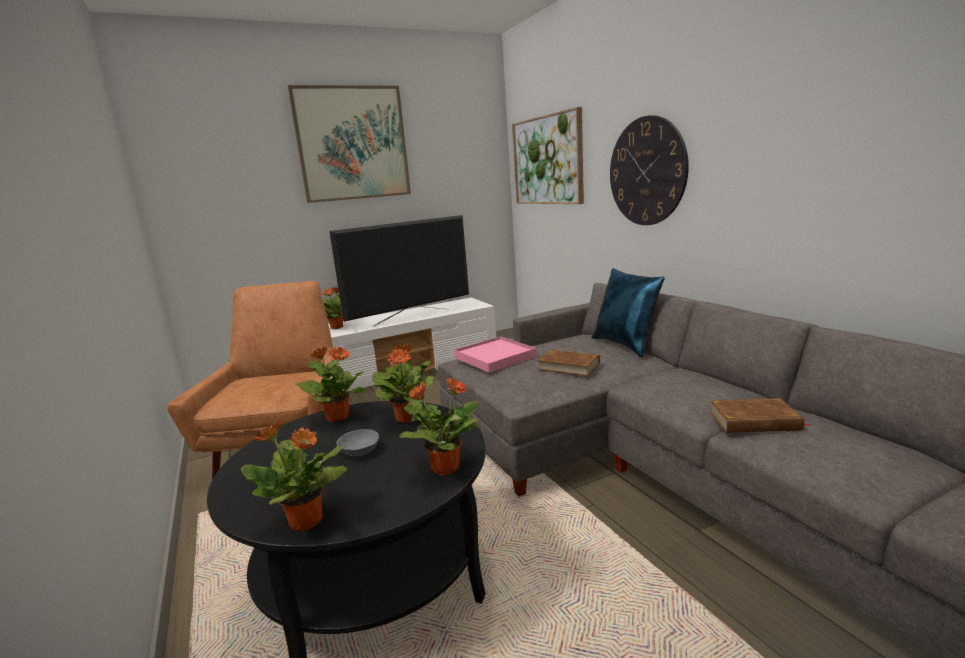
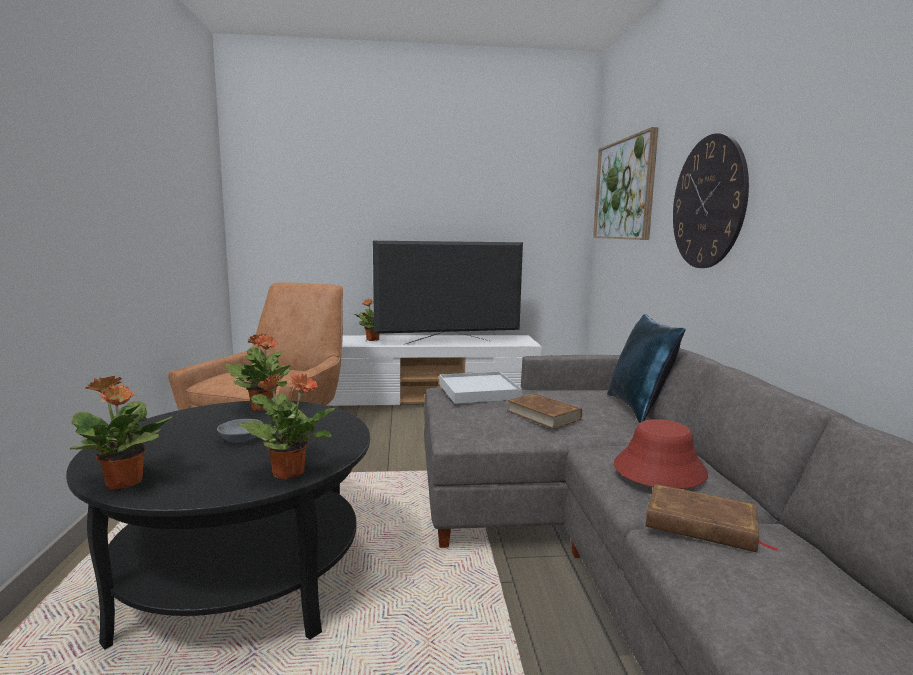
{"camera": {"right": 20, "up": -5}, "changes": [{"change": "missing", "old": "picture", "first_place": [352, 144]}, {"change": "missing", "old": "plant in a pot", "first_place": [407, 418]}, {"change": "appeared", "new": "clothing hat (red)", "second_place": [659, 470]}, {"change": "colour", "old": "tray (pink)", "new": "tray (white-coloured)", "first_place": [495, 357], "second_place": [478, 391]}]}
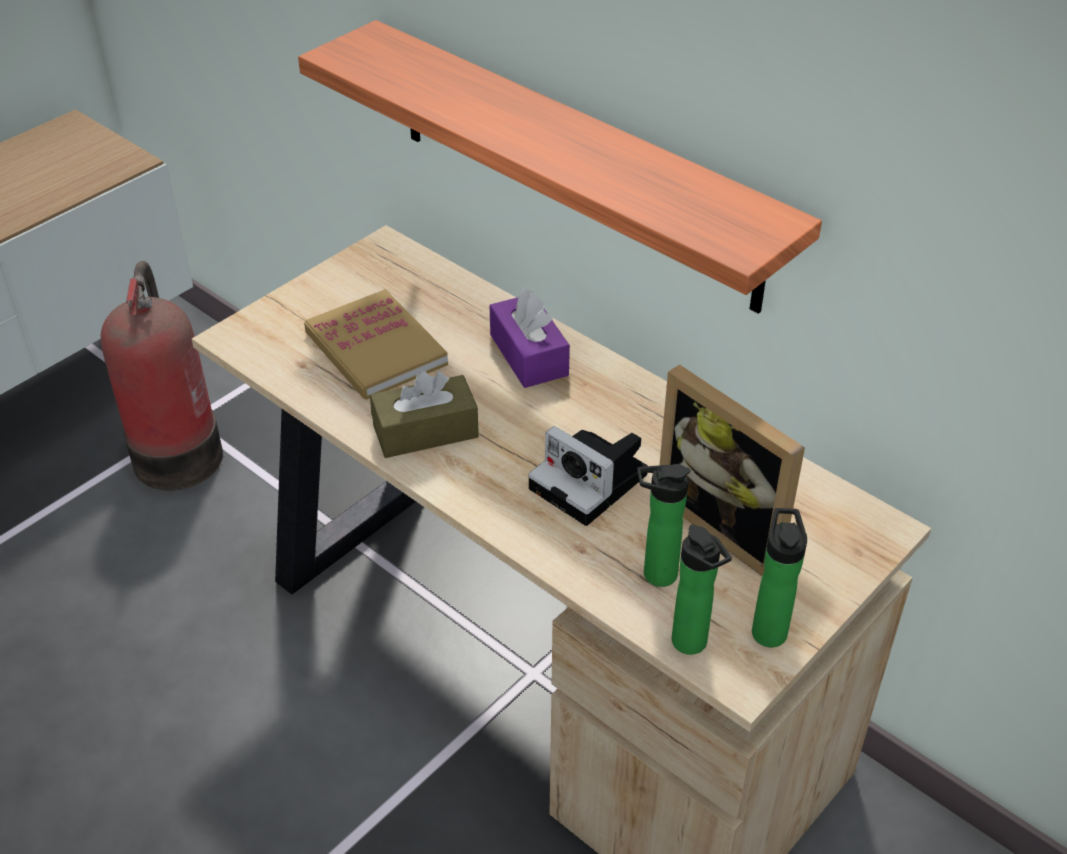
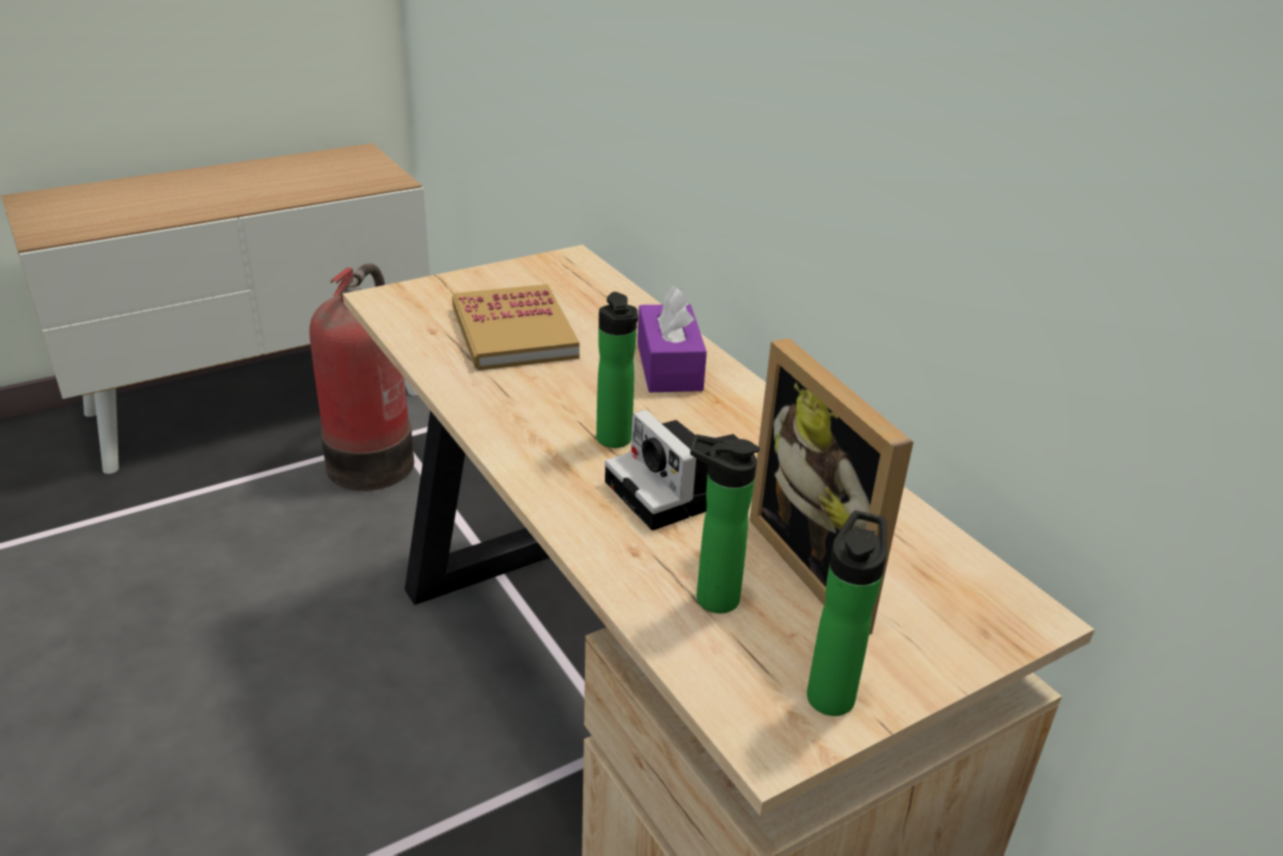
{"camera": {"right": 15, "up": -10}, "changes": [{"change": "missing", "old": "shelf", "first_place": [574, 164]}, {"change": "missing", "old": "tissue box (brownish)", "first_place": [425, 431]}, {"change": "relocated", "old": "beverage bottle", "first_place": [692, 645], "second_place": [615, 442]}]}
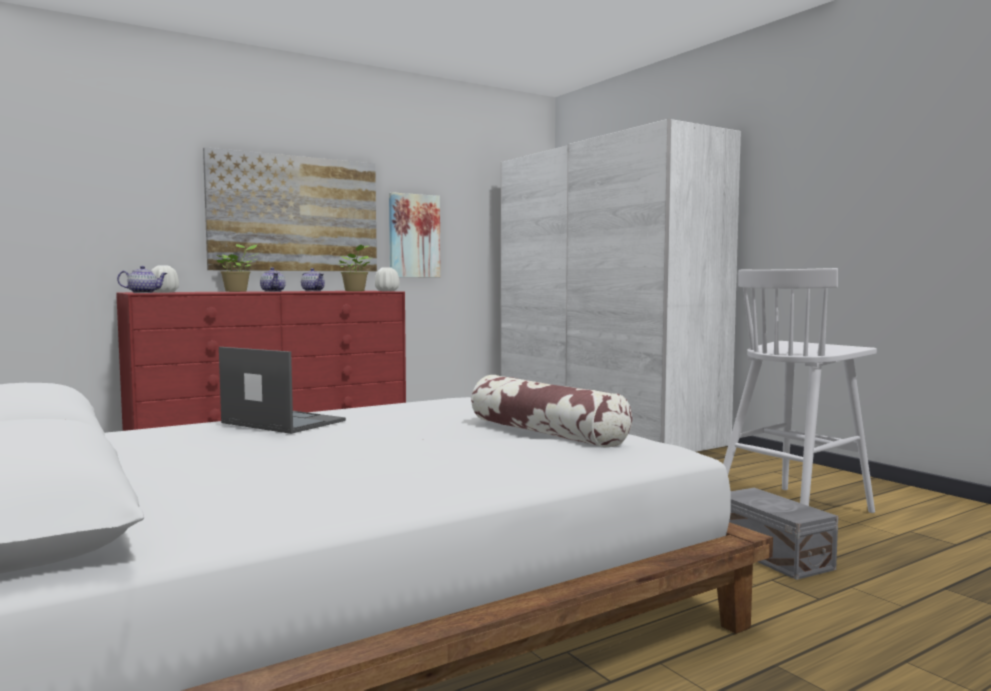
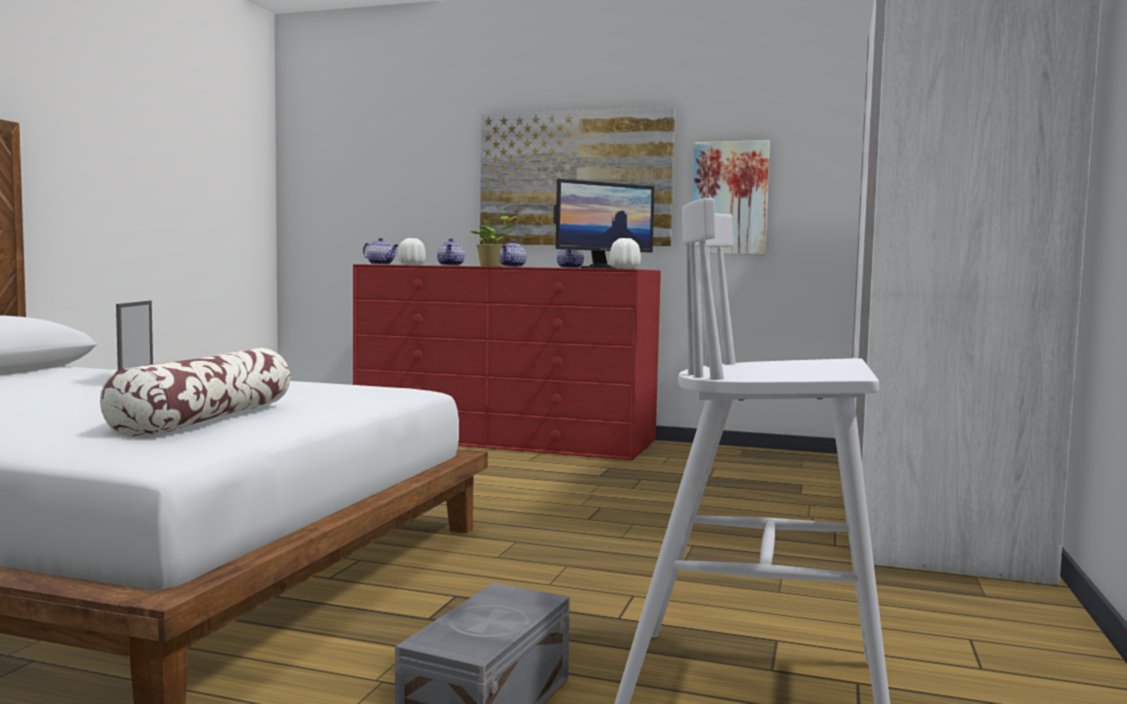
{"camera": {"right": 50, "up": 0}, "changes": [{"change": "appeared", "new": "tea pot", "second_place": [451, 265]}, {"change": "exchanged", "old": "plant in a pot", "new": "computer screen", "first_place": [355, 291], "second_place": [602, 268]}]}
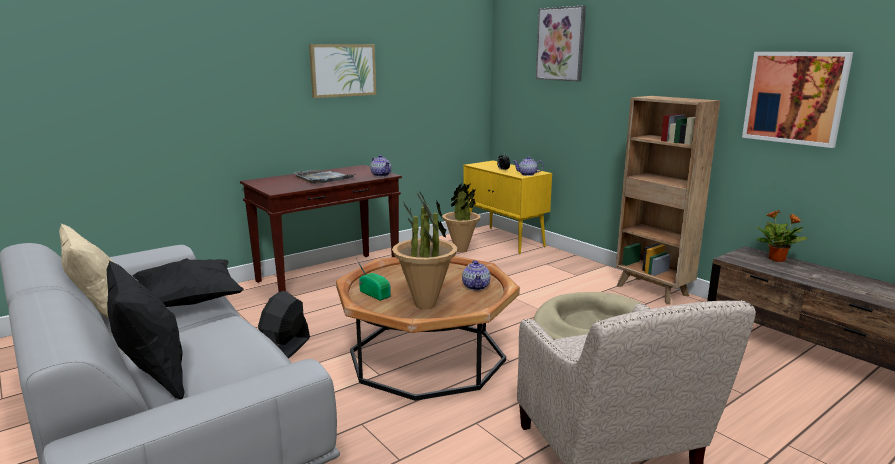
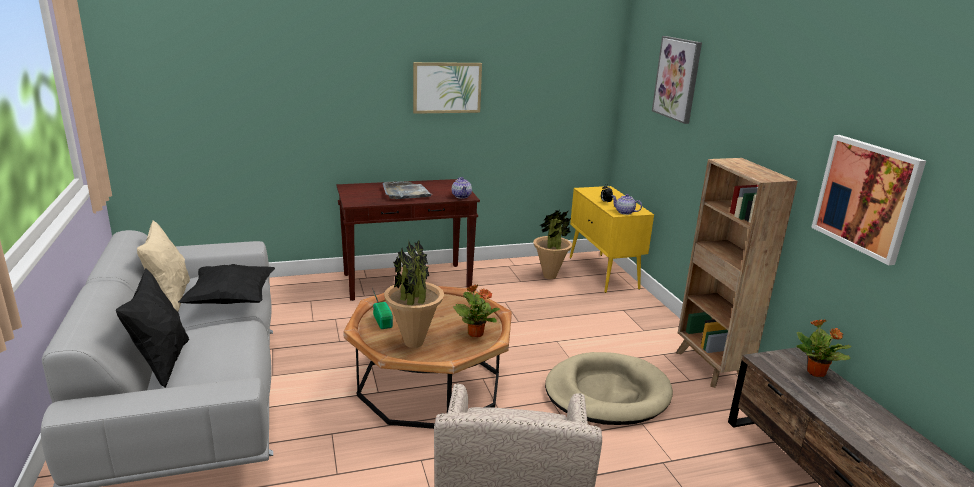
{"camera": {"right": 20, "up": 5}, "changes": [{"change": "missing", "old": "cooling fan (blackish)", "first_place": [285, 350]}, {"change": "exchanged", "old": "tea pot", "new": "plant in a pot", "first_place": [476, 286], "second_place": [475, 333]}]}
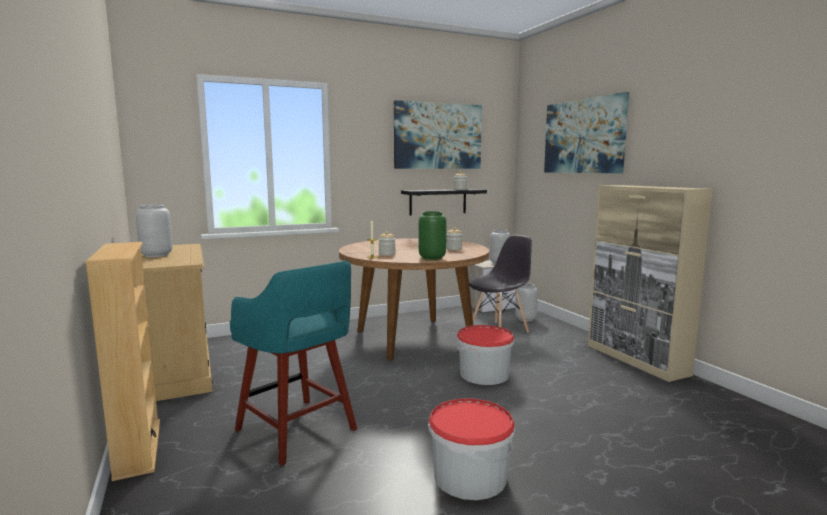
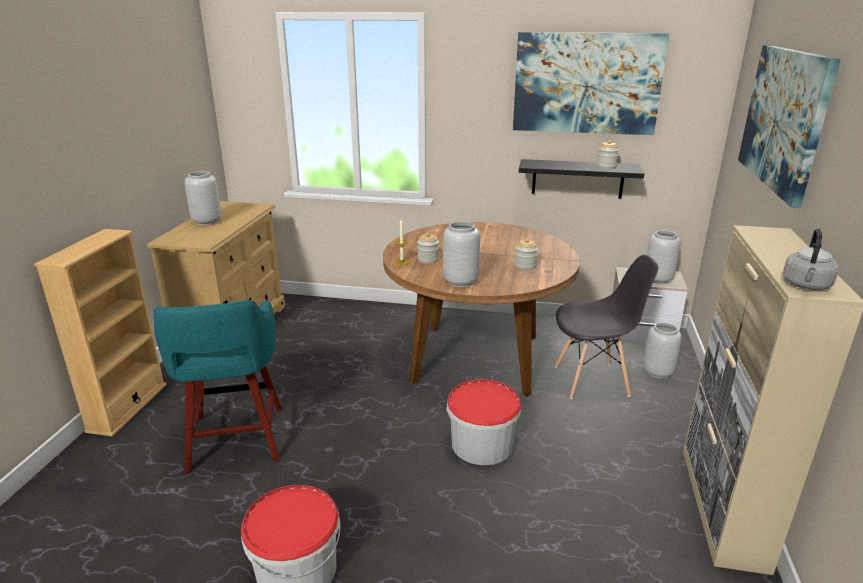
{"camera": {"right": 35, "up": 15}, "changes": [{"change": "appeared", "new": "tea kettle (gray)", "second_place": [806, 286]}, {"change": "colour", "old": "decorative vase (green-coloured)", "new": "decorative vase (gray)", "first_place": [432, 258], "second_place": [460, 282]}]}
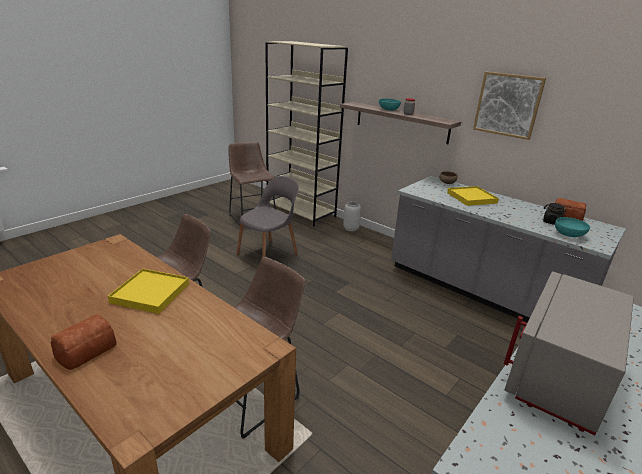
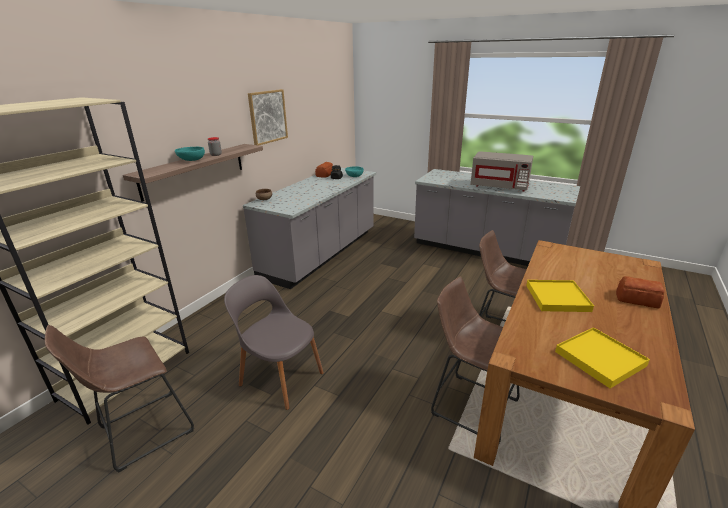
{"camera": {"right": -100, "up": 0}, "changes": [{"change": "missing", "old": "decorative vase (gray)", "first_place": [351, 228]}, {"change": "relocated", "old": "tray (yellowish)", "first_place": [471, 198], "second_place": [599, 359]}]}
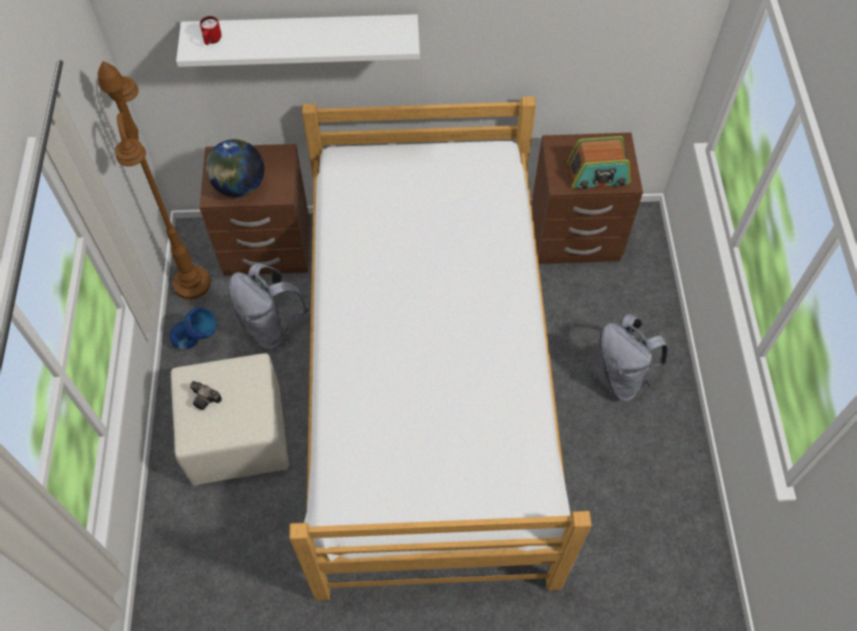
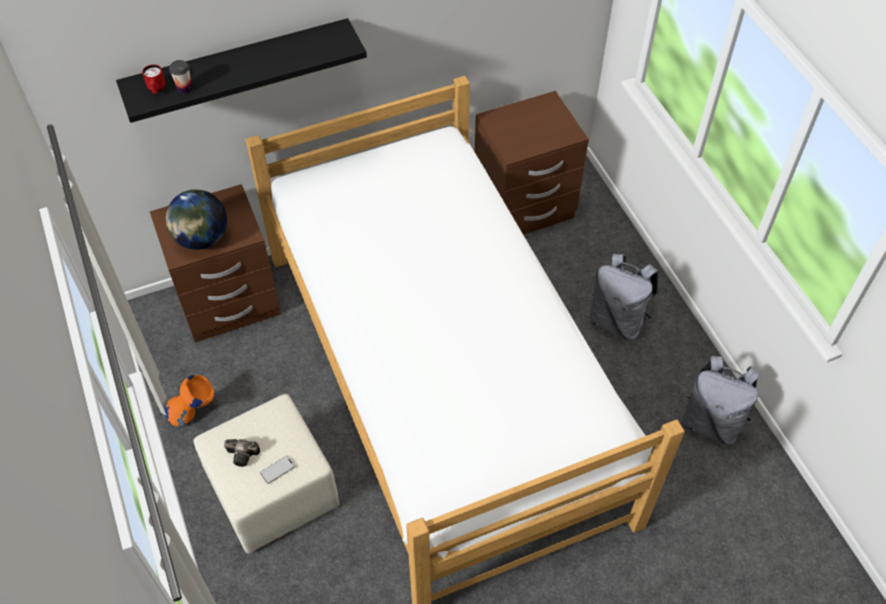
{"camera": {"right": -20, "up": -5}, "changes": [{"change": "missing", "old": "standard lamp (brownish)", "first_place": [192, 284]}, {"change": "missing", "old": "radio set", "first_place": [598, 174]}, {"change": "appeared", "new": "cup", "second_place": [185, 89]}, {"change": "appeared", "new": "phone", "second_place": [277, 470]}, {"change": "relocated", "old": "backpack (gray)", "first_place": [271, 327], "second_place": [711, 421]}, {"change": "colour", "old": "decorative vase (blue)", "new": "decorative vase (orange-coloured)", "first_place": [198, 341], "second_place": [194, 414]}, {"change": "colour", "old": "shelf (white-coloured)", "new": "shelf (blackish)", "first_place": [302, 36], "second_place": [239, 67]}]}
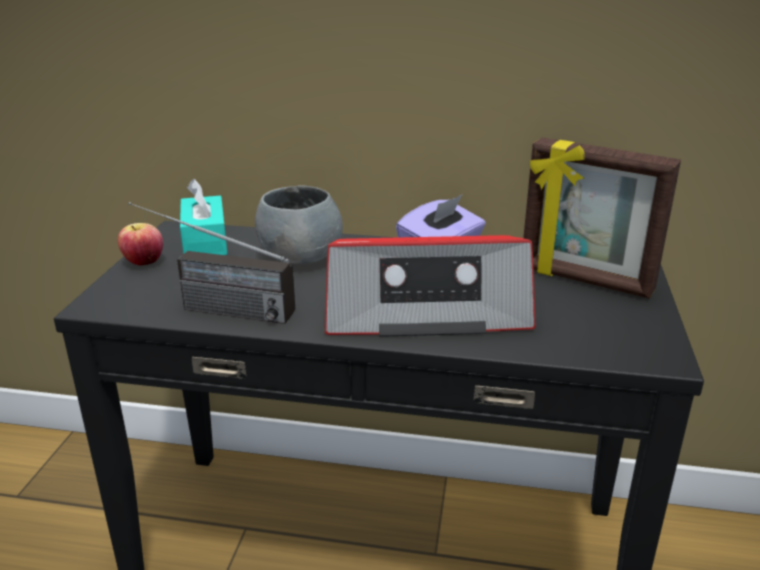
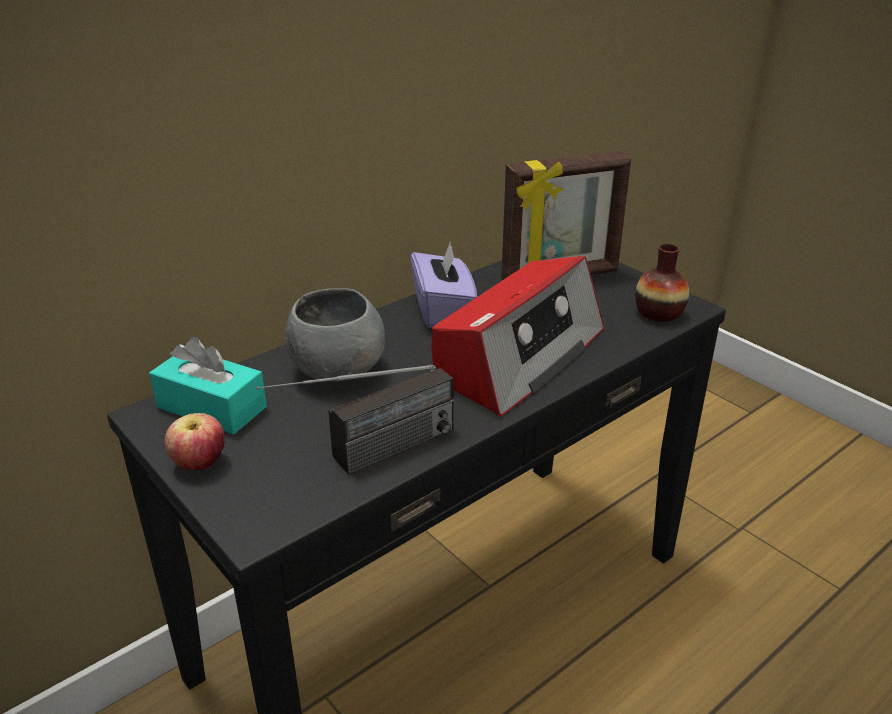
{"camera": {"right": -50, "up": 5}, "changes": [{"change": "appeared", "new": "decorative vase", "second_place": [658, 313]}]}
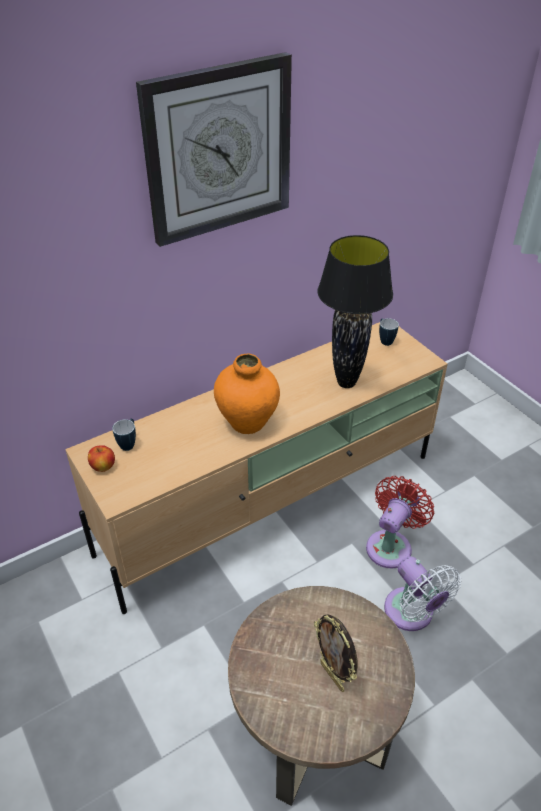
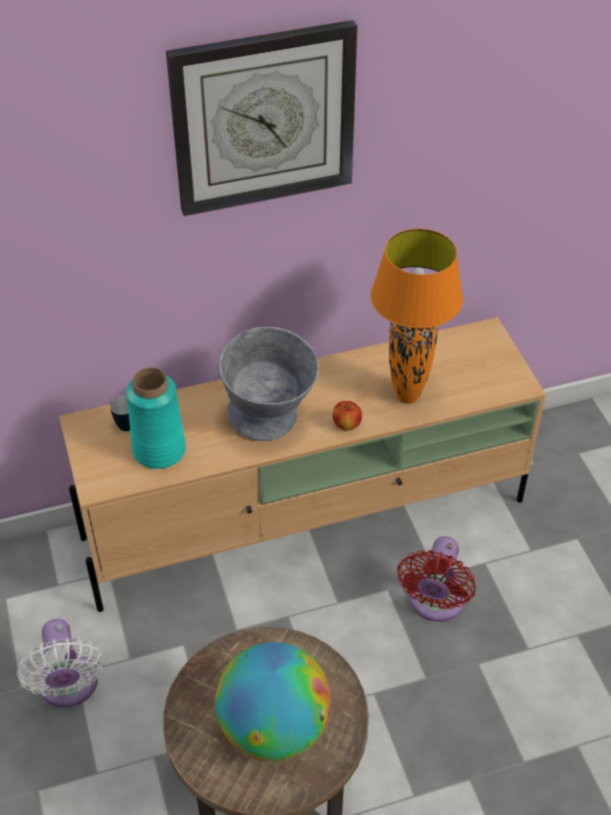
{"camera": {"right": 15, "up": 5}, "changes": [{"change": "missing", "old": "tea mug", "first_place": [384, 340]}, {"change": "appeared", "new": "decorative vase (blue-green)", "second_place": [159, 450]}, {"change": "relocated", "old": "whole apple", "first_place": [103, 467], "second_place": [347, 425]}, {"change": "relocated", "old": "cooling fan (white-coloured)", "first_place": [412, 614], "second_place": [69, 687]}, {"change": "exchanged", "old": "decorative vase (orange-coloured)", "new": "bowl (gray)", "first_place": [247, 422], "second_place": [270, 424]}, {"change": "exchanged", "old": "photo frame", "new": "desk globe", "first_place": [333, 676], "second_place": [274, 728]}, {"change": "colour", "old": "tabletop lamp (blackish)", "new": "tabletop lamp (orange-coloured)", "first_place": [346, 383], "second_place": [407, 396]}, {"change": "spun", "old": "cooling fan (red)", "first_place": [391, 545], "second_place": [434, 603], "degrees": 150}]}
